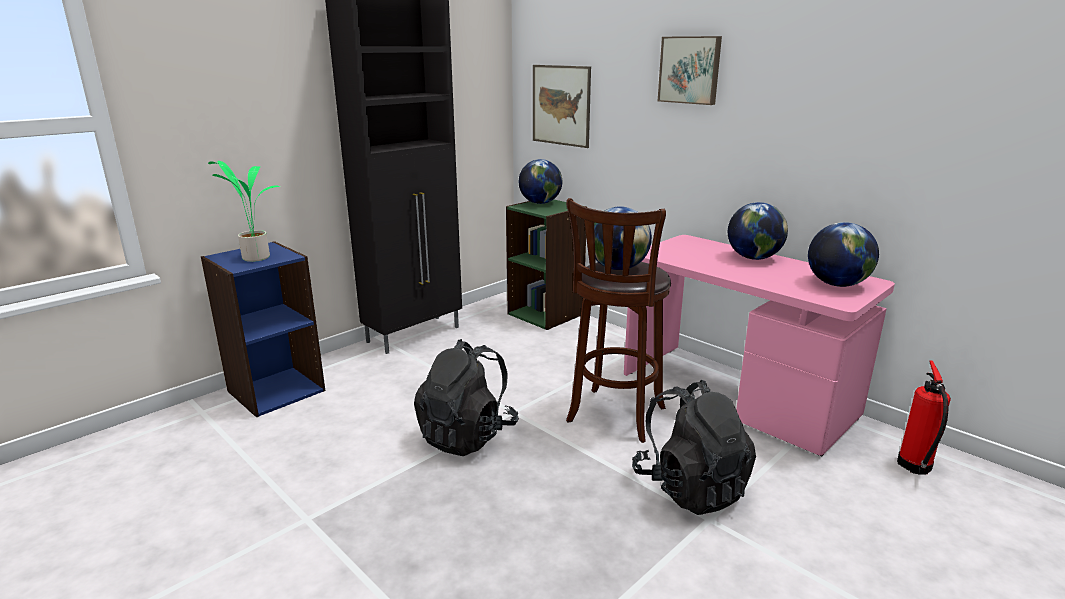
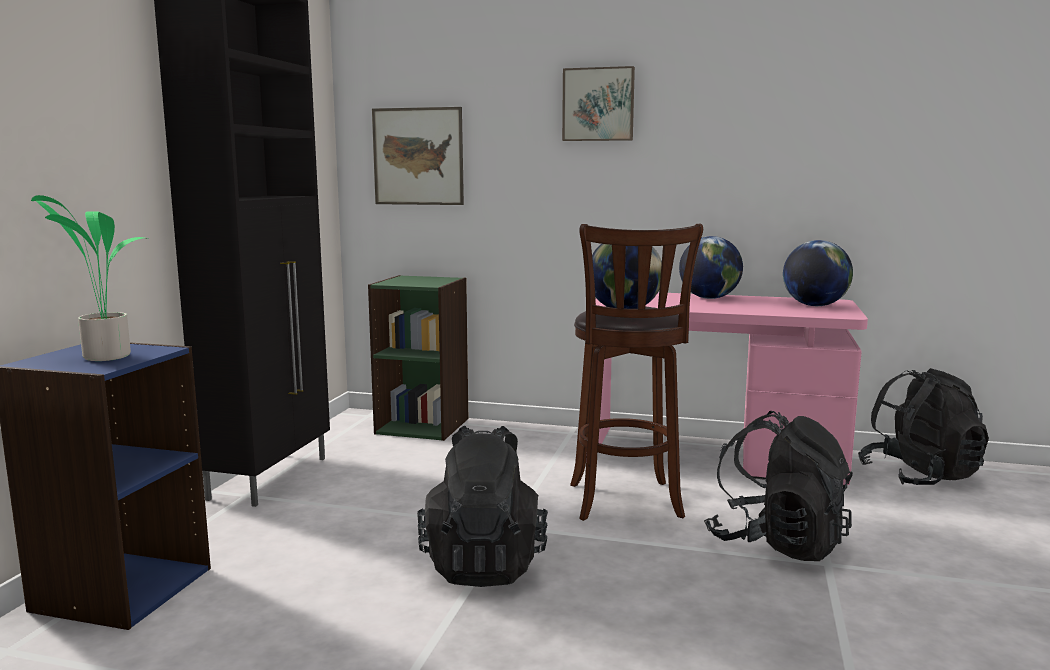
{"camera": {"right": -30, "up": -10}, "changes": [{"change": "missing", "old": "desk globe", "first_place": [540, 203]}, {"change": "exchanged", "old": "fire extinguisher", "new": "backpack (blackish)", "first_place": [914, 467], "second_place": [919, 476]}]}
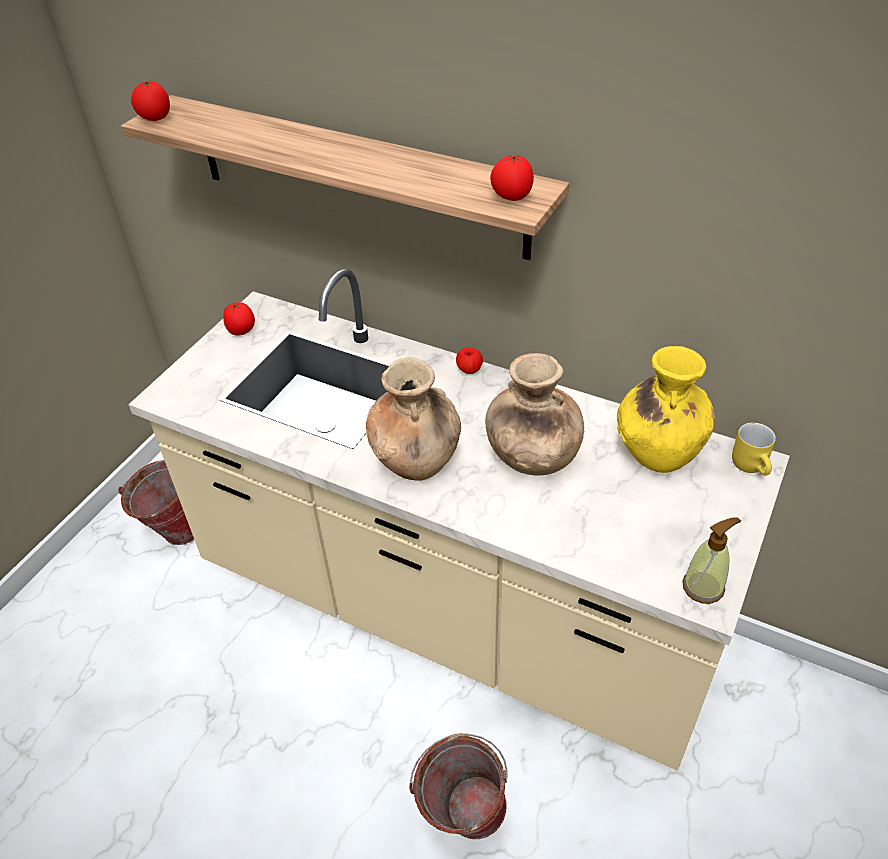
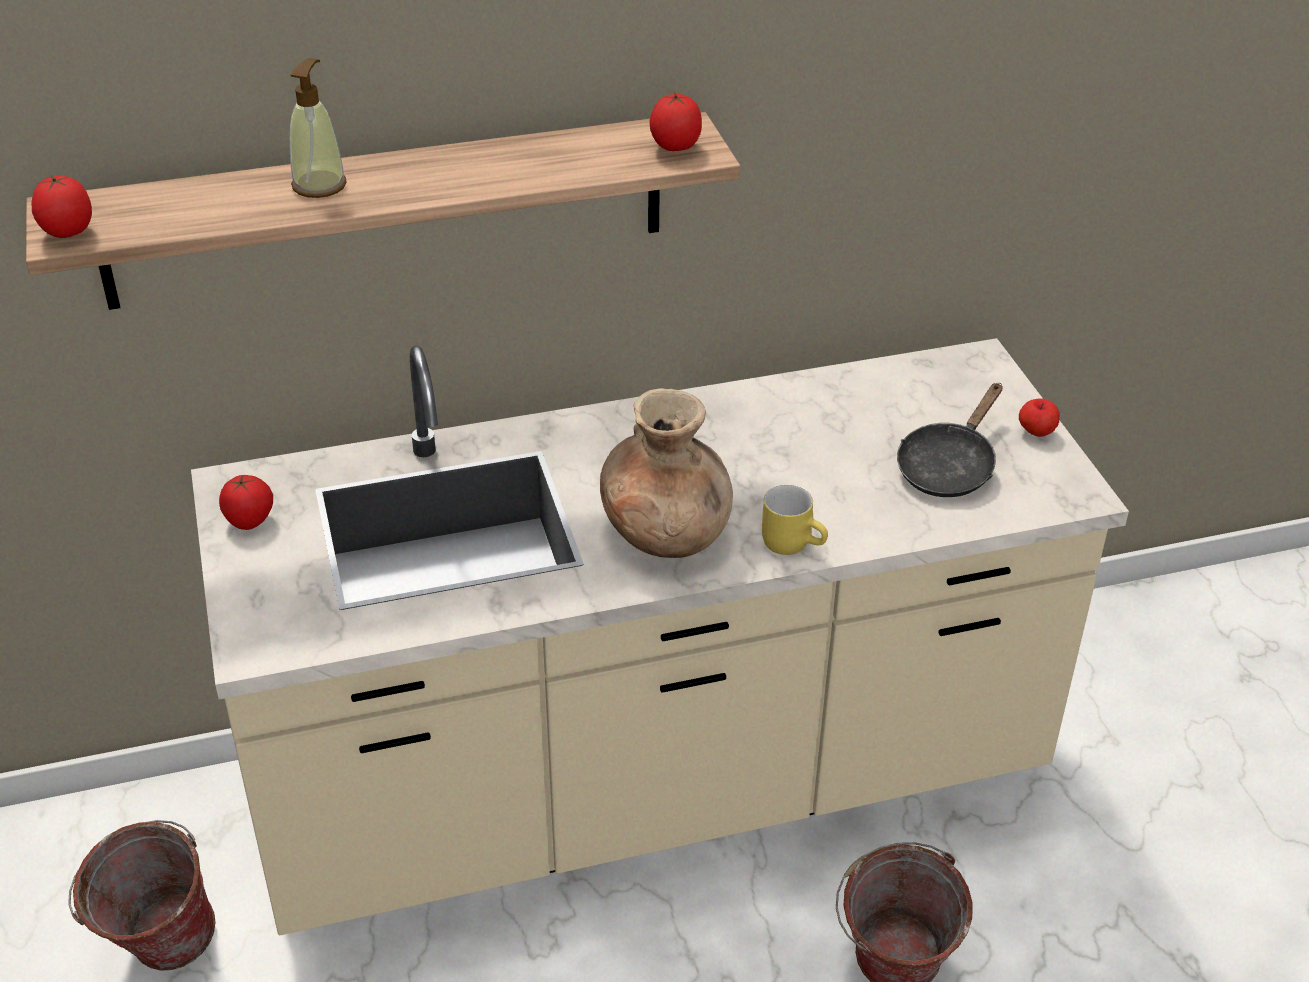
{"camera": {"right": -45, "up": -5}, "changes": [{"change": "missing", "old": "decorative vase (brownish)", "first_place": [531, 455]}, {"change": "missing", "old": "decorative vase (yellowish)", "first_place": [658, 448]}, {"change": "appeared", "new": "skillet (blackish)", "second_place": [949, 466]}, {"change": "relocated", "old": "whole apple", "first_place": [469, 370], "second_place": [1036, 432]}, {"change": "relocated", "old": "liquid soap bottle", "first_place": [703, 587], "second_place": [319, 185]}, {"change": "relocated", "old": "tea mug (yellowish)", "first_place": [753, 466], "second_place": [794, 542]}]}
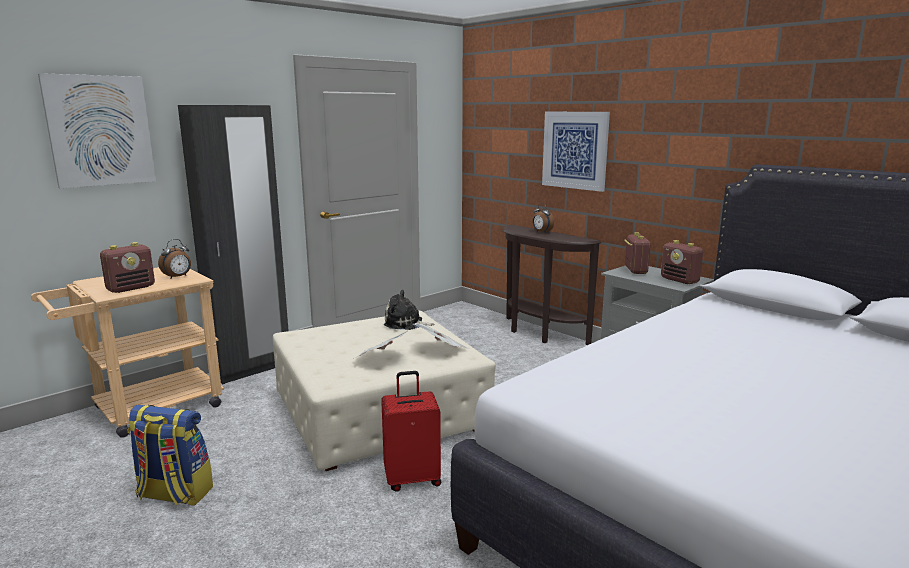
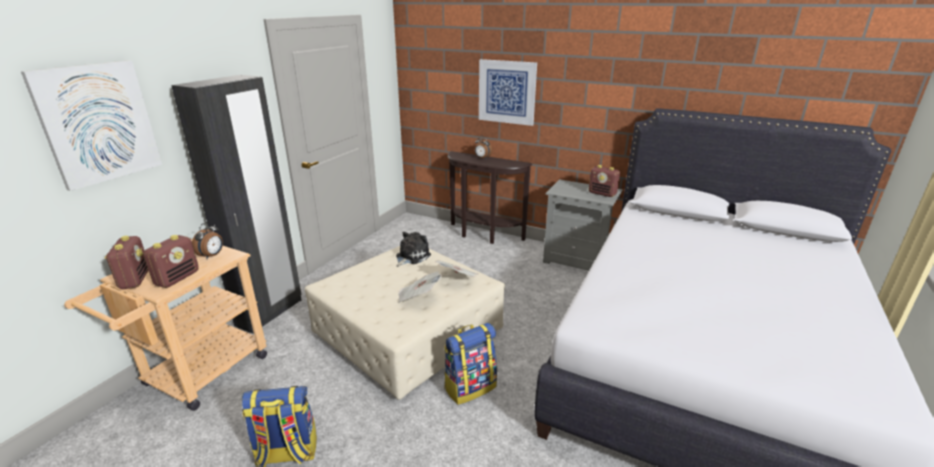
{"camera": {"right": -20, "up": 10}, "changes": [{"change": "relocated", "old": "radio set", "first_place": [635, 270], "second_place": [135, 279]}, {"change": "exchanged", "old": "piece of luggage (red)", "new": "backpack", "first_place": [412, 478], "second_place": [470, 387]}, {"change": "spun", "old": "plush toy", "first_place": [406, 324], "second_place": [411, 256], "degrees": 135}]}
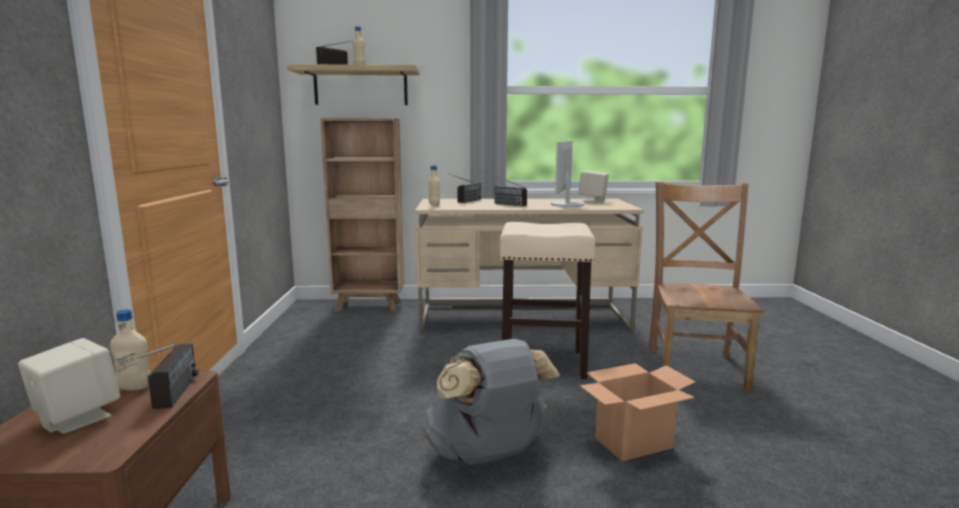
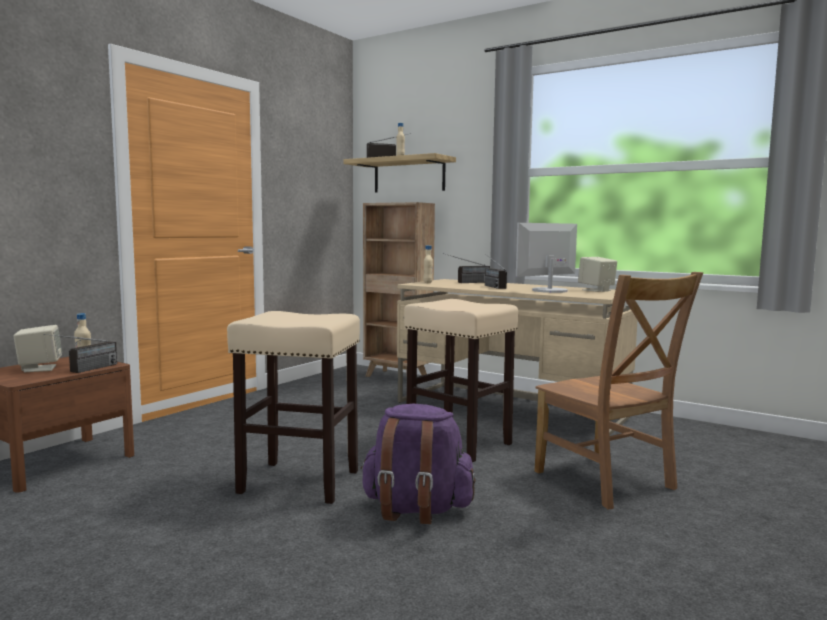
{"camera": {"right": 35, "up": -5}, "changes": [{"change": "exchanged", "old": "backpack (gray)", "new": "stool seat (beige)", "first_place": [487, 455], "second_place": [297, 482]}, {"change": "exchanged", "old": "cardboard box", "new": "backpack (purple)", "first_place": [633, 443], "second_place": [416, 510]}, {"change": "spun", "old": "plain chair (brownish)", "first_place": [695, 366], "second_place": [607, 482], "degrees": 105}]}
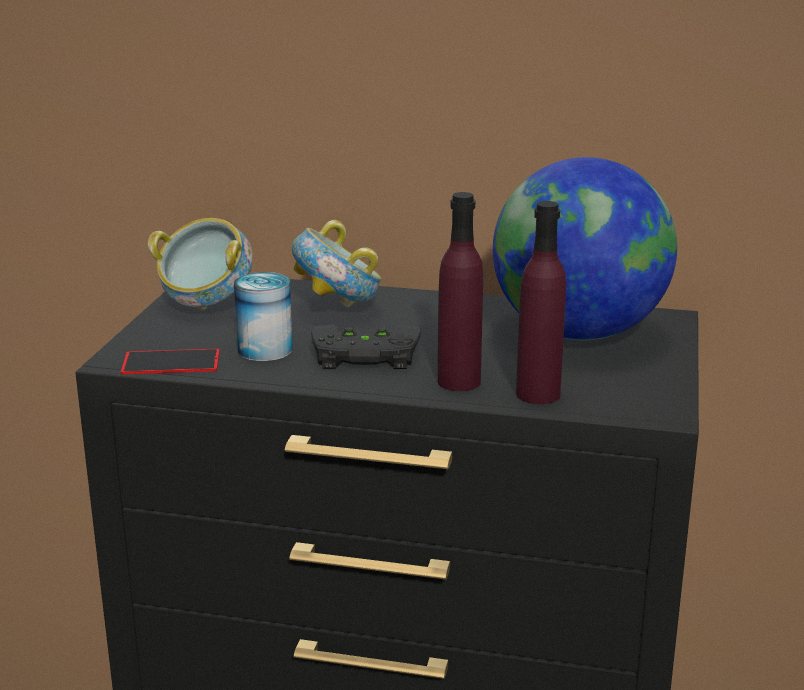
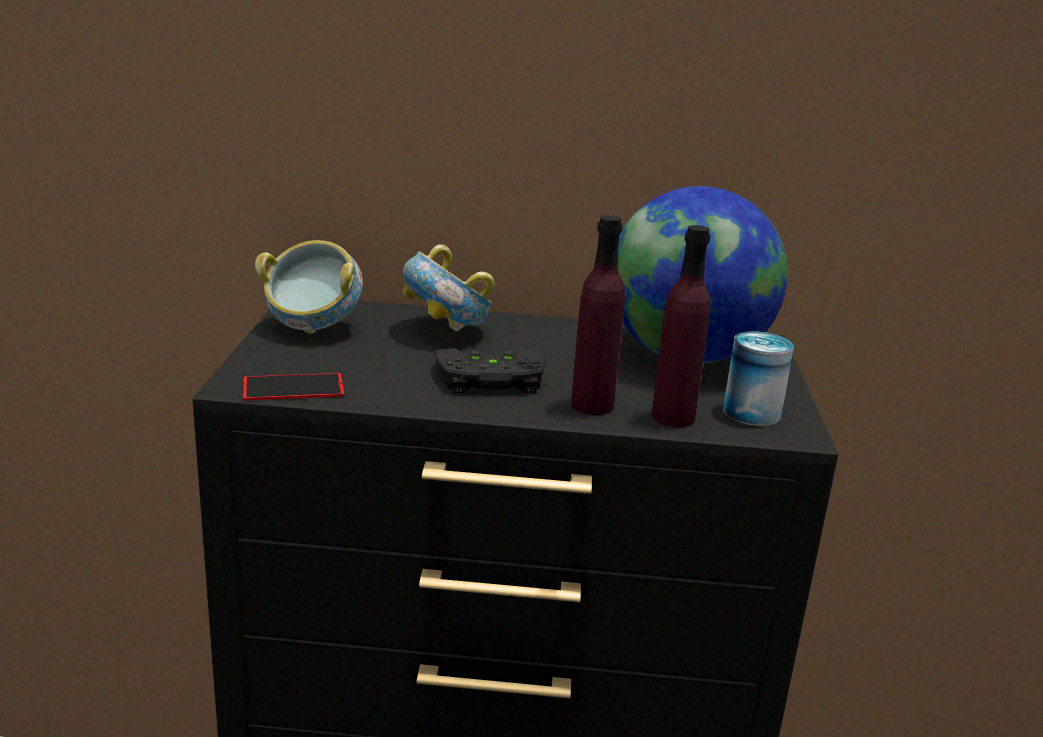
{"camera": {"right": -10, "up": 0}, "changes": [{"change": "relocated", "old": "can", "first_place": [265, 350], "second_place": [751, 413]}]}
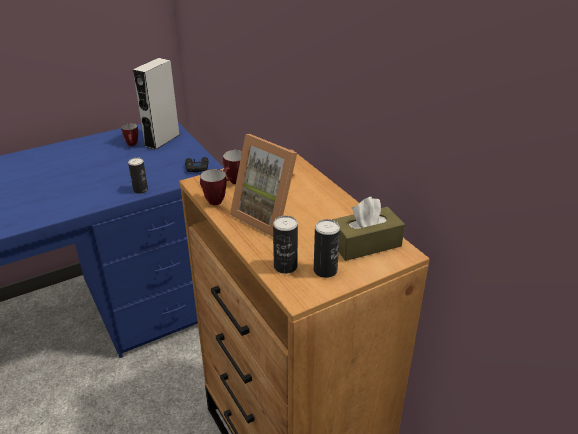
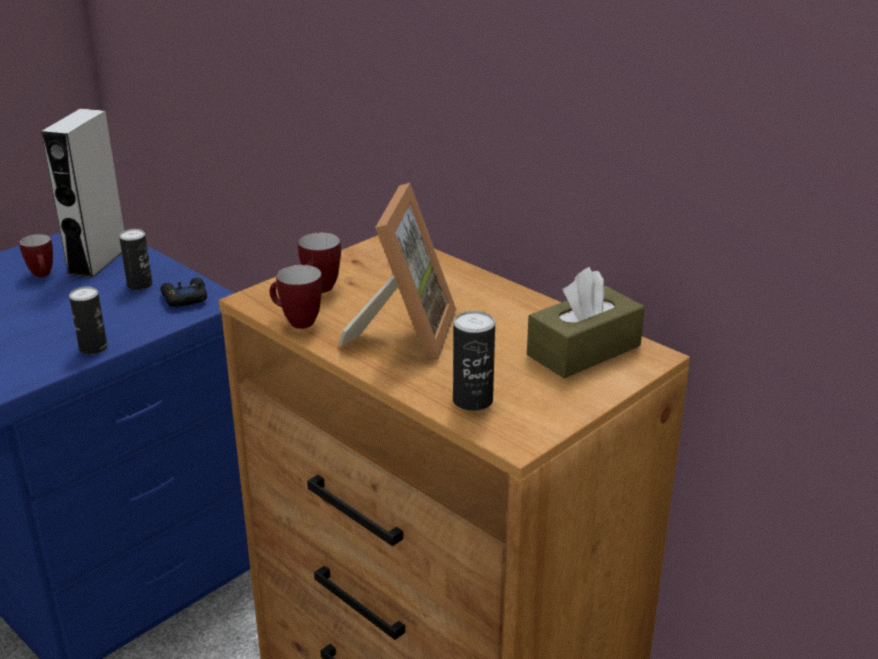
{"camera": {"right": -15, "up": -5}, "changes": [{"change": "relocated", "old": "can", "first_place": [325, 270], "second_place": [140, 285]}, {"change": "spun", "old": "photo frame", "first_place": [268, 216], "second_place": [404, 332], "degrees": -105}]}
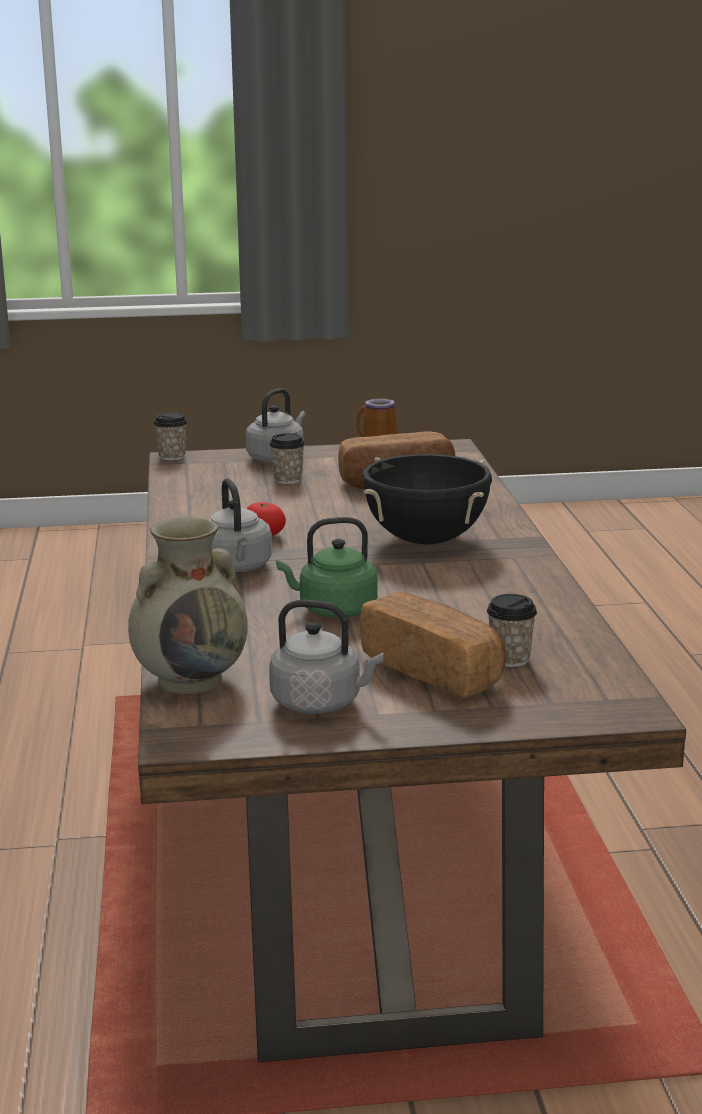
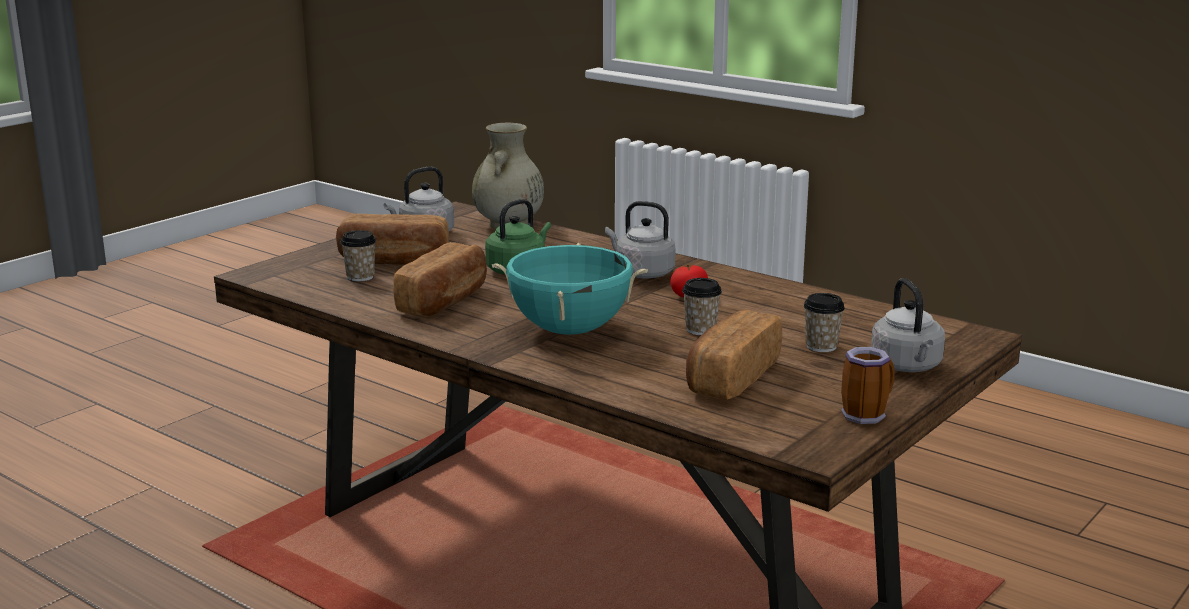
{"camera": {"right": 135, "up": 0}, "changes": [{"change": "appeared", "new": "bakery bread", "second_place": [445, 301]}, {"change": "relocated", "old": "cup", "first_place": [172, 457], "second_place": [700, 330]}, {"change": "colour", "old": "cooking pot (blackish)", "new": "cooking pot (blue-green)", "first_place": [425, 540], "second_place": [570, 330]}]}
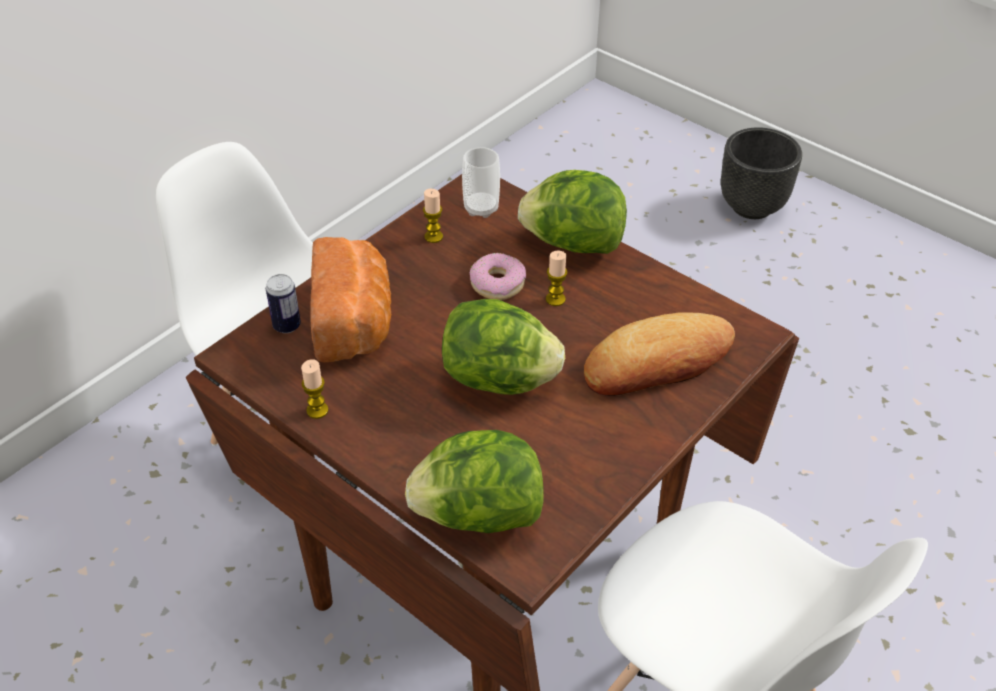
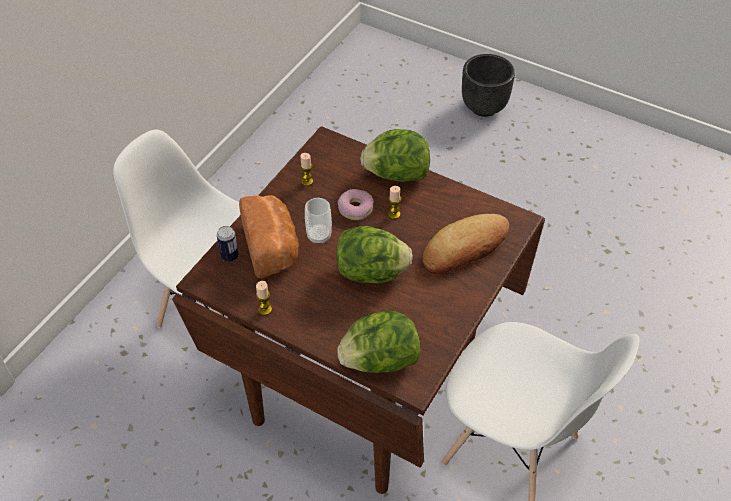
{"camera": {"right": -10, "up": 5}, "changes": [{"change": "relocated", "old": "cup", "first_place": [481, 208], "second_place": [319, 236]}]}
